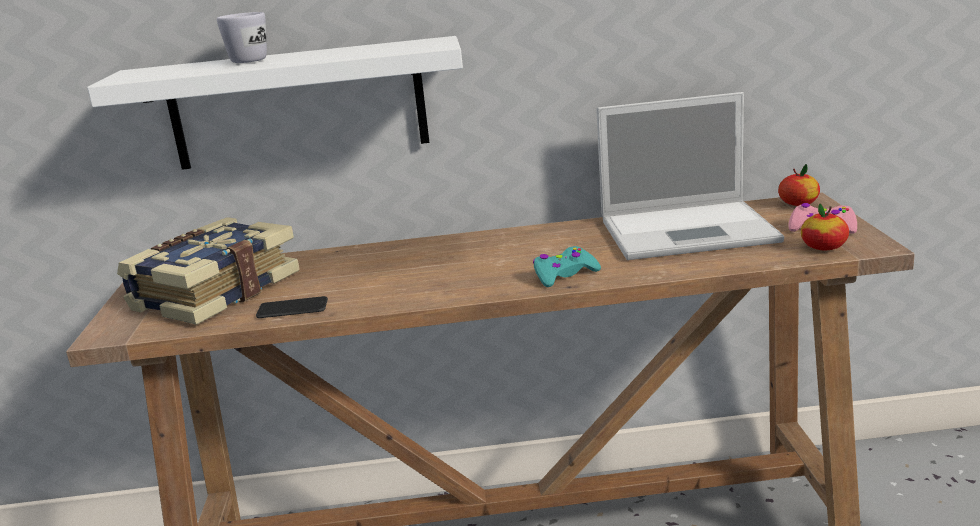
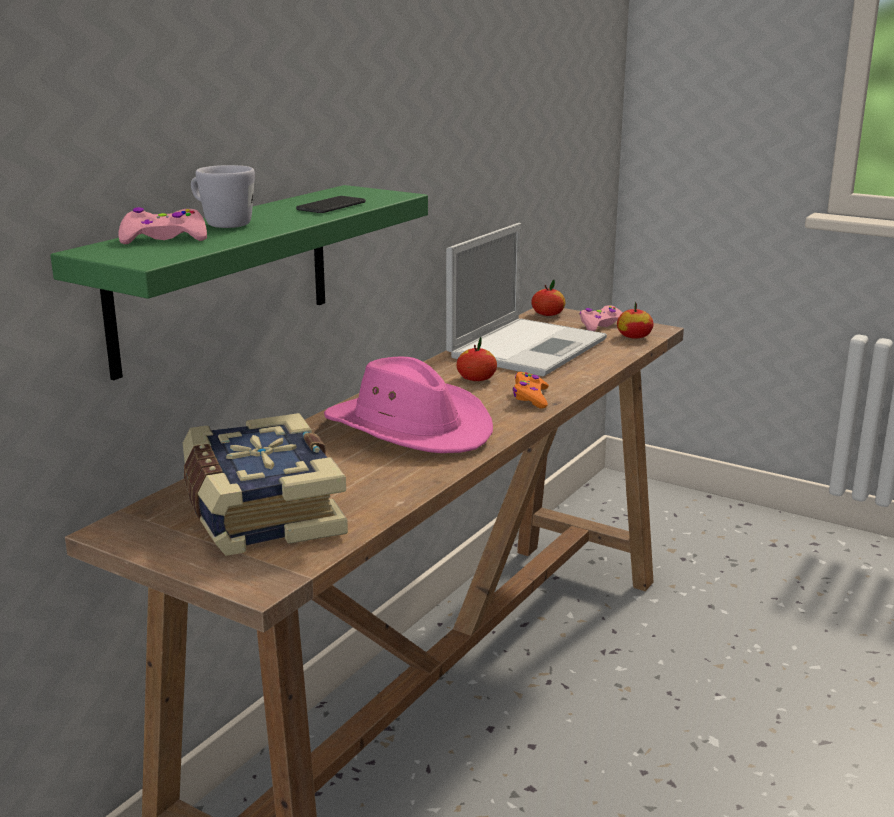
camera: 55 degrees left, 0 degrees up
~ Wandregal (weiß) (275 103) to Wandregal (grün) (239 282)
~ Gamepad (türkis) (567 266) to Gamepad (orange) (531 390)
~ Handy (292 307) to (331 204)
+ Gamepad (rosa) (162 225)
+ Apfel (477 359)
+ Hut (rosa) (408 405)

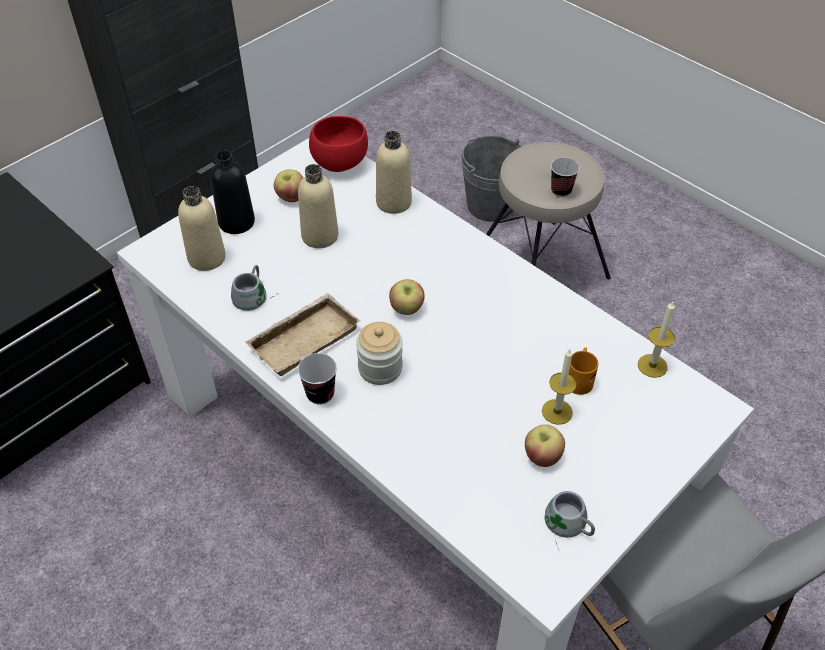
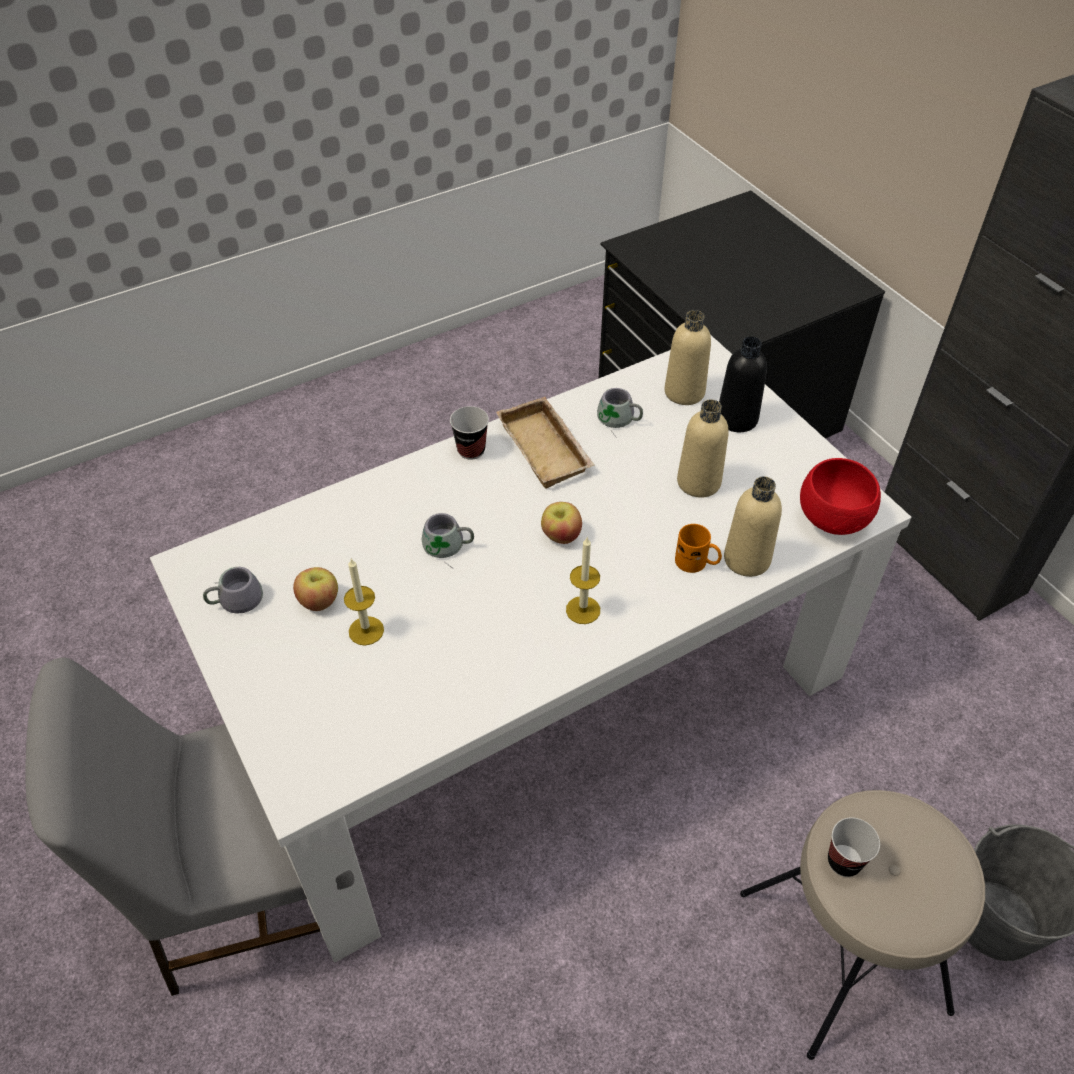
camera: 105 degrees right, 0 degrees up
- Apfel (288 186)
~ Kerze (656 340) to (583 581)
- Vorratsglas (379 353)
~ Henkelbecher (orange) (583 371) to (698 548)
+ Henkelbecher (grau) (448 541)

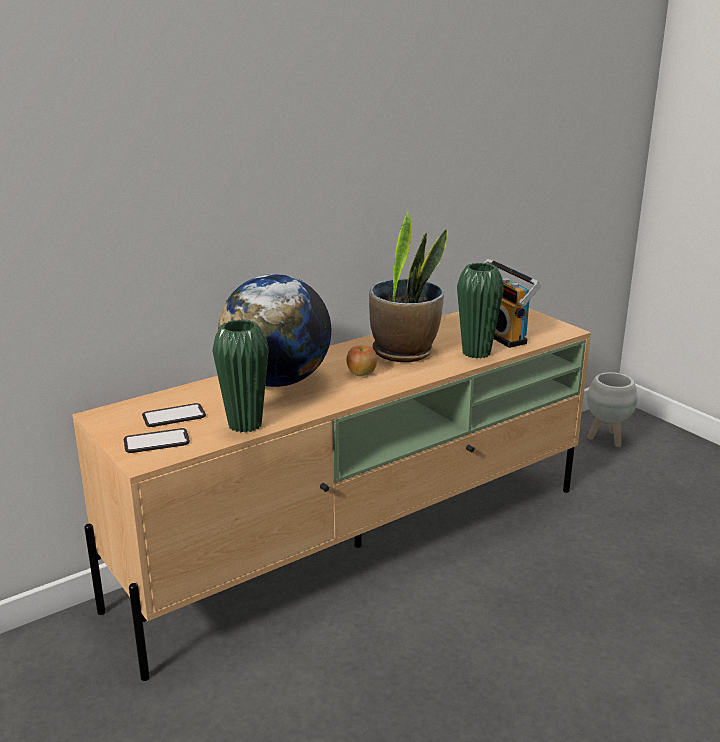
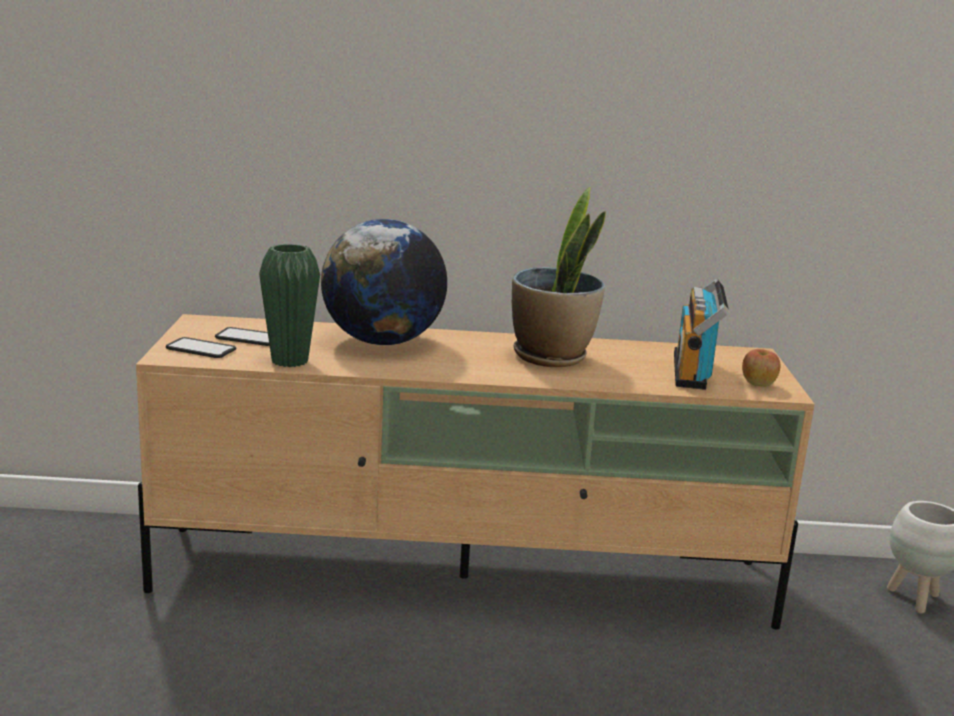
camera: 35 degrees right, 5 degrees down
- Vase (grün) (480 311)
~ Apfel (361 360) to (761 368)

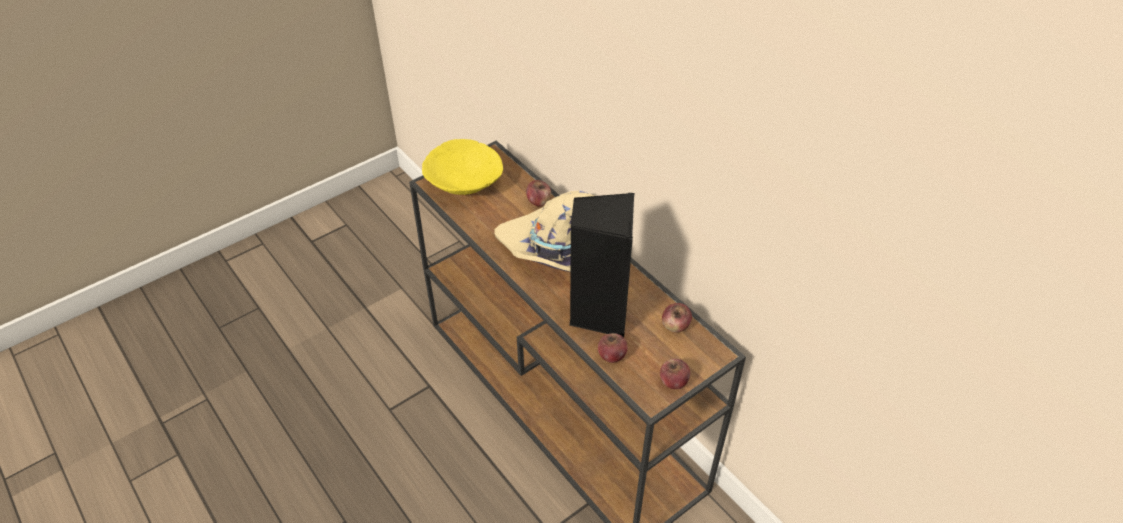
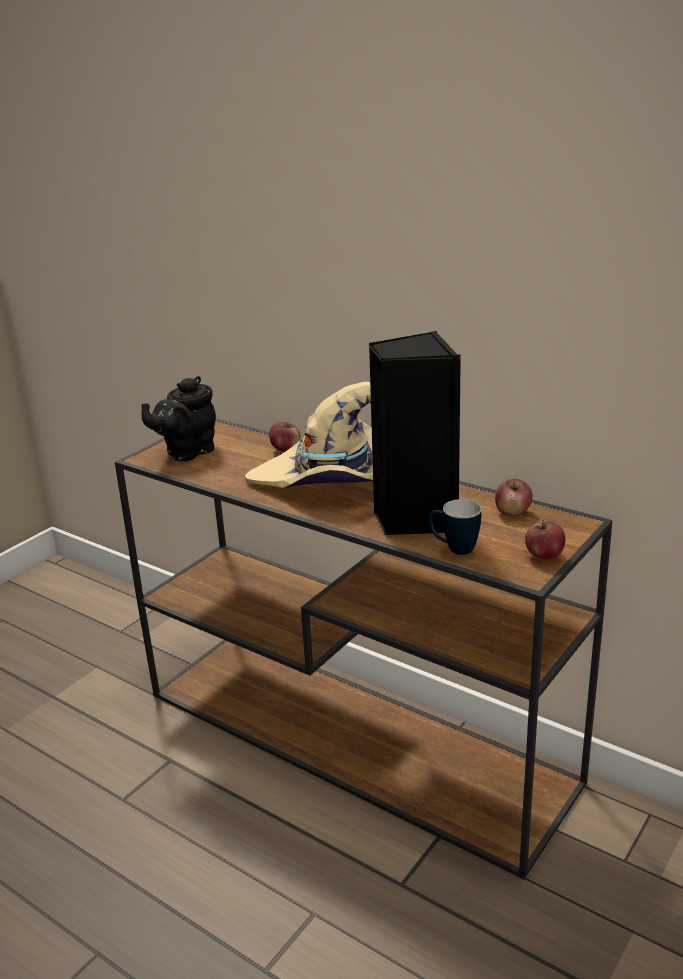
camera: 15 degrees left, 20 degrees down
~ Schüssel (gelb) (462 167) to Teekanne (schwarz) (179 418)
~ Apfel (613 348) to Henkelbecher (455 527)

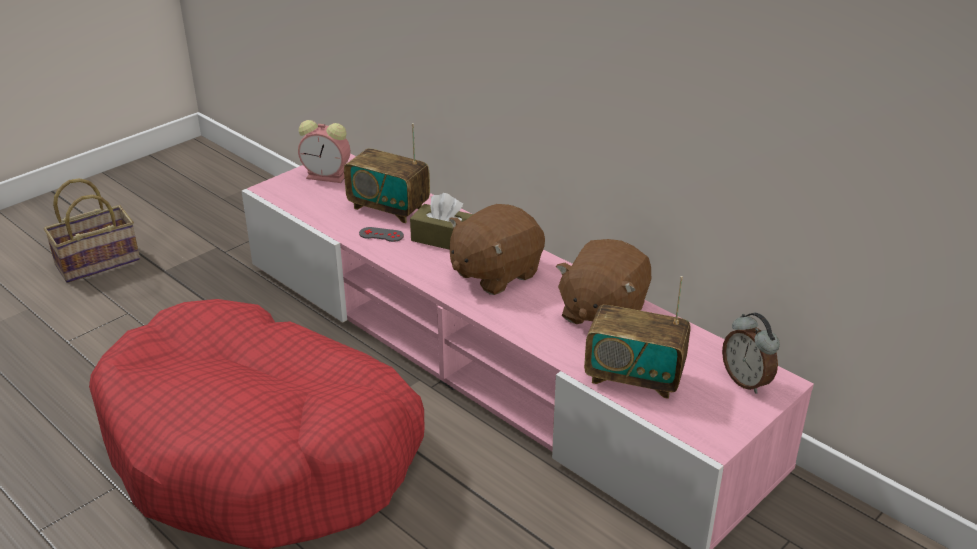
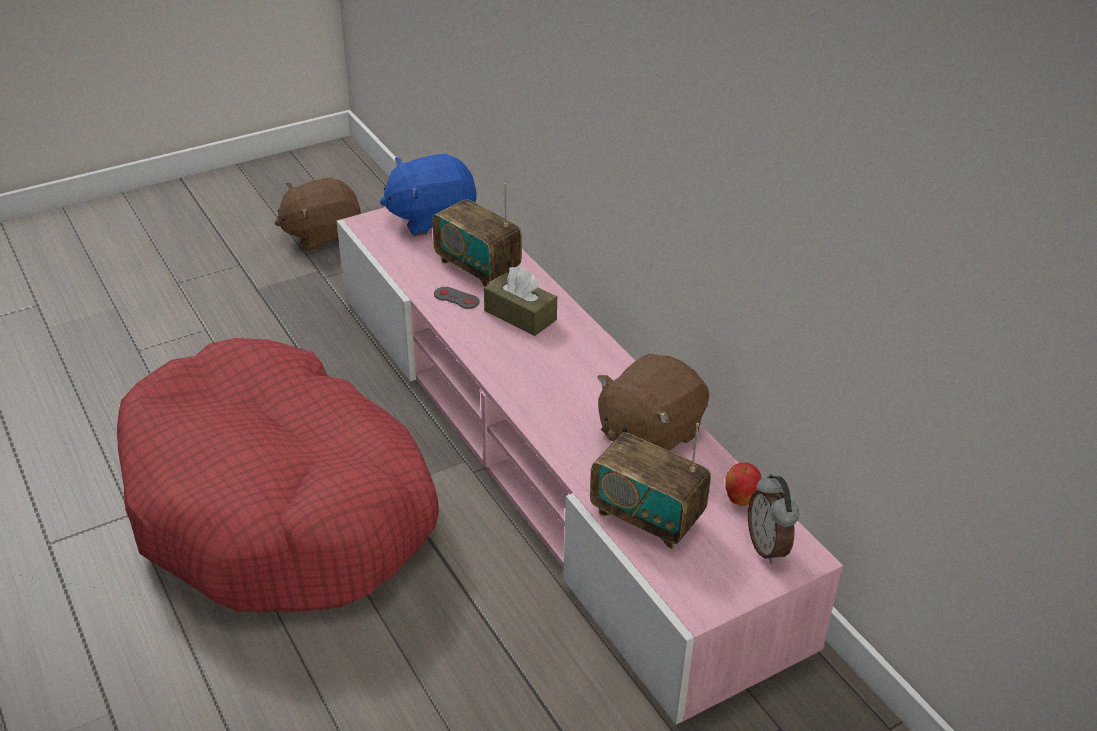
camera: 15 degrees right, 5 degrees up
~ Wecker (324 151) to Plüschtier (blau) (428 195)
- Korb (92 230)
~ Plüschtier (braun) (497 249) to (318 214)
+ Apfel (743 484)

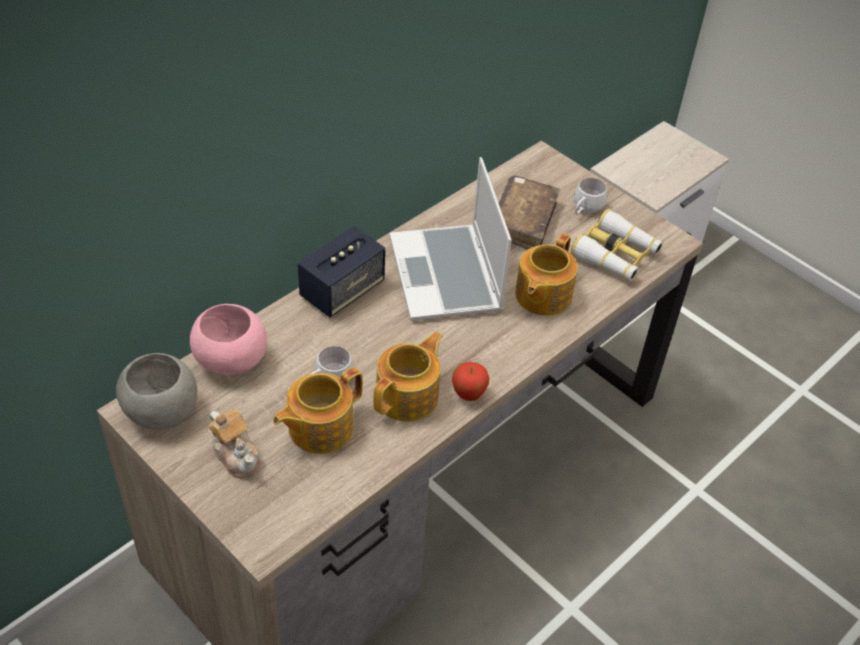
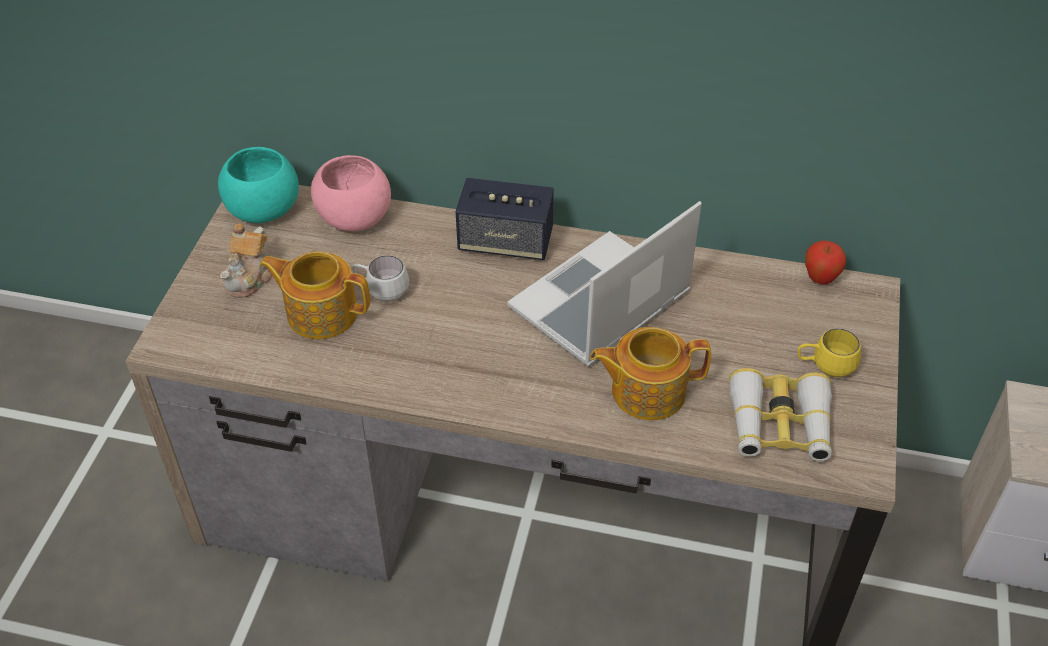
camera: 60 degrees right, 0 degrees up
- Buch (braun) (529 213)
~ Henkelbecher (weiß) (590 196) to Henkelbecher (gelb) (829 352)
- Teekanne (408 376)
~ Schüssel (grau) (156 391) to Schüssel (türkis) (258 185)
~ Apfel (470 381) to (825 262)

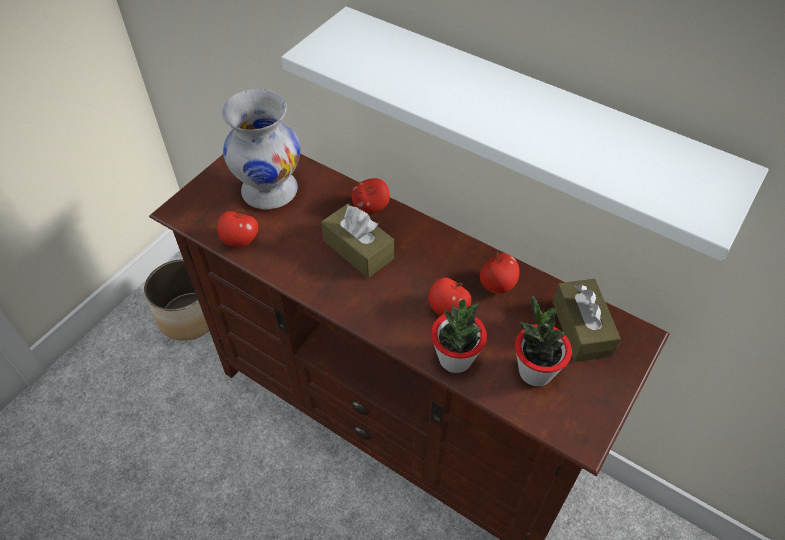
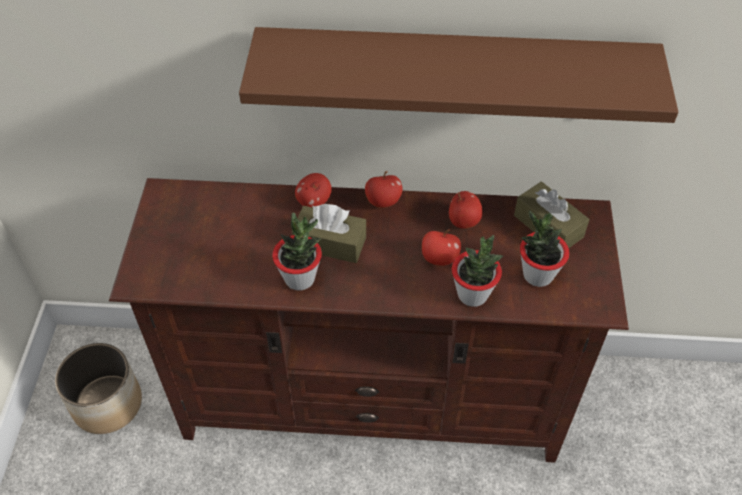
camera: 30 degrees left, 0 degrees up
~ Wandregal (weiß) (525 134) to Wandregal (braun) (458 75)
- Vase (weiß) (261 149)
~ Apfel (237 228) to (384 189)
+ Topfpflanze (297 251)

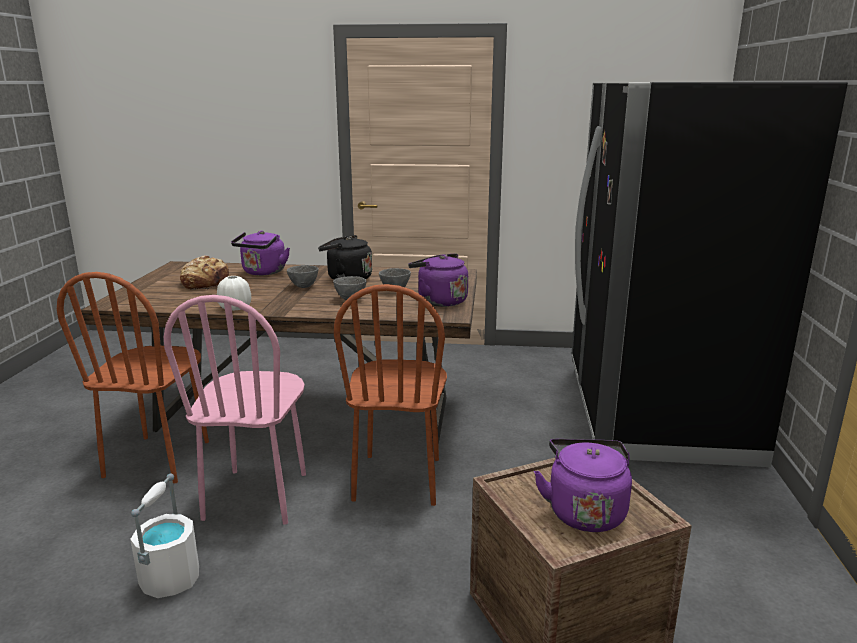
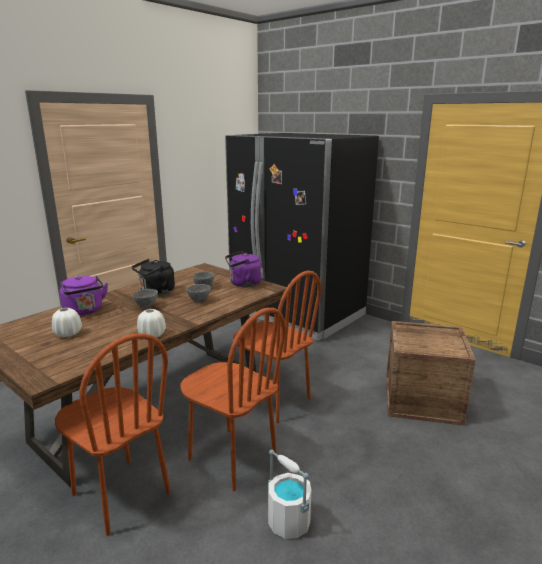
camera: 55 degrees left, 0 degrees up
~ Brot (204 272) to Vase (weiß) (67 322)
~ Stuhl (rosa) (235 409) to Stuhl (braun) (233 399)
- Wasserkessel (lila) (583 485)

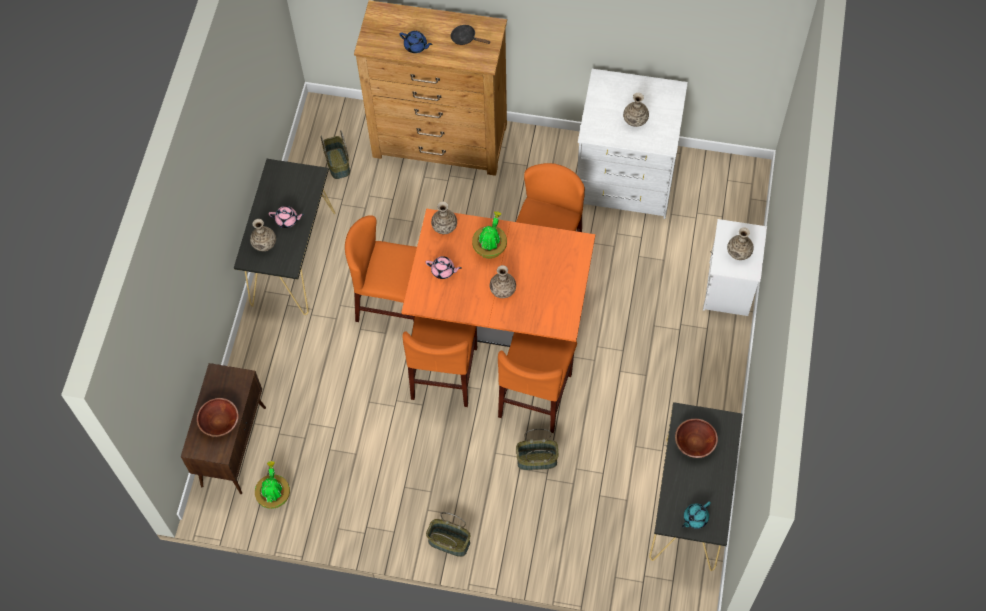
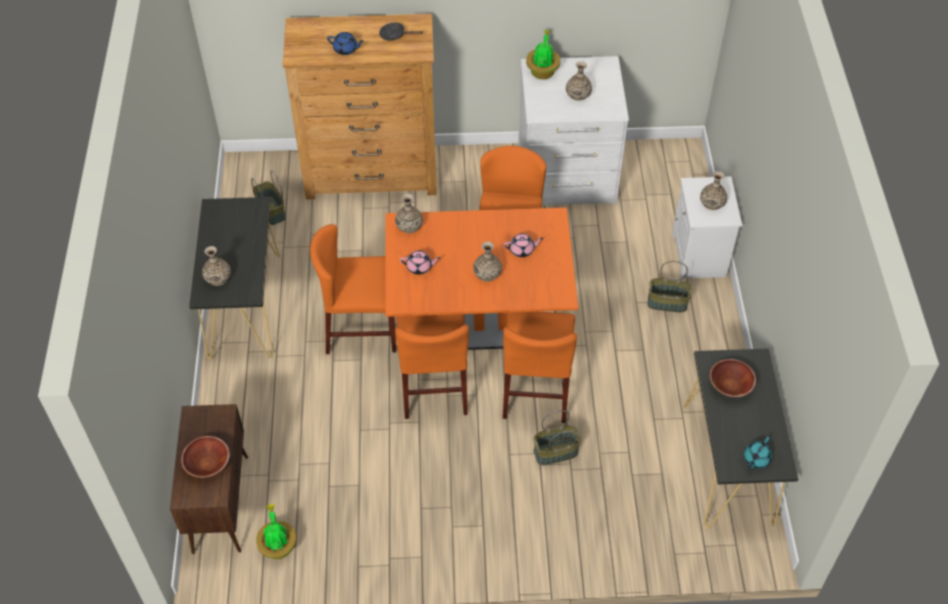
camera: 15 degrees left, 10 degrees down
~ Teekanne (rosa) (286 217) to (523 245)
~ Topfpflanze (489 235) to (543 54)
~ Korb (448 534) to (669 286)

